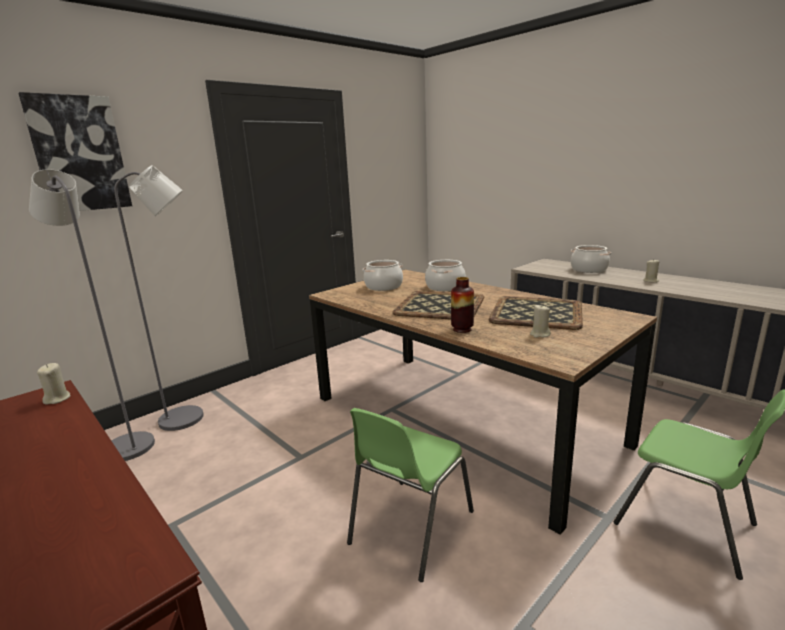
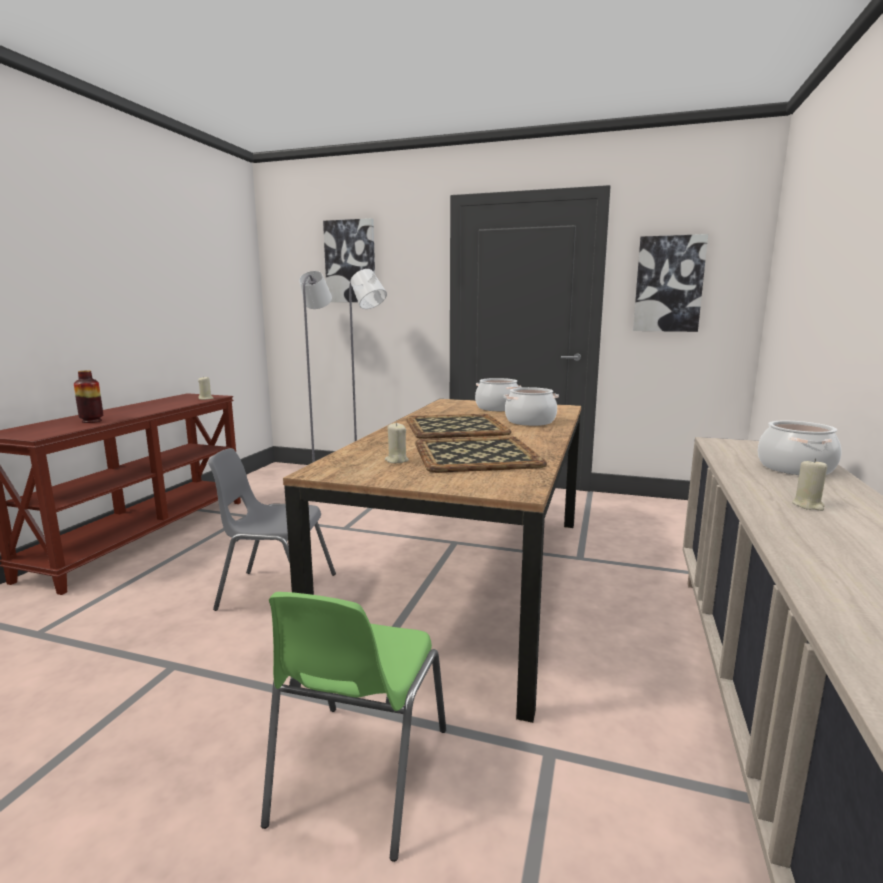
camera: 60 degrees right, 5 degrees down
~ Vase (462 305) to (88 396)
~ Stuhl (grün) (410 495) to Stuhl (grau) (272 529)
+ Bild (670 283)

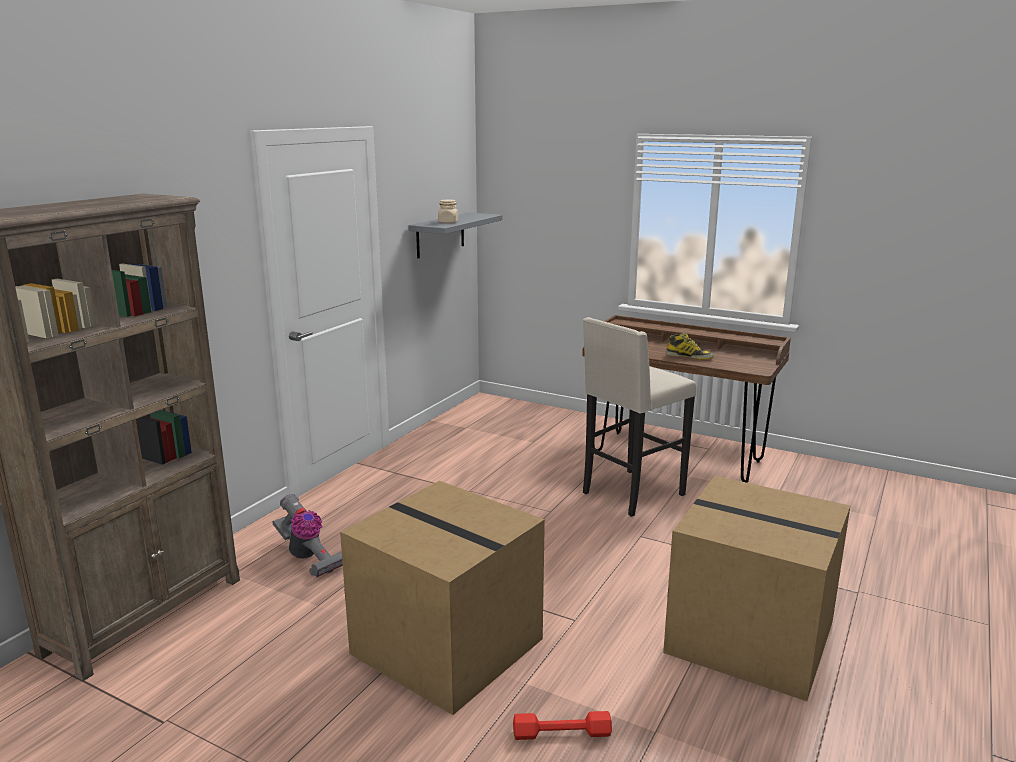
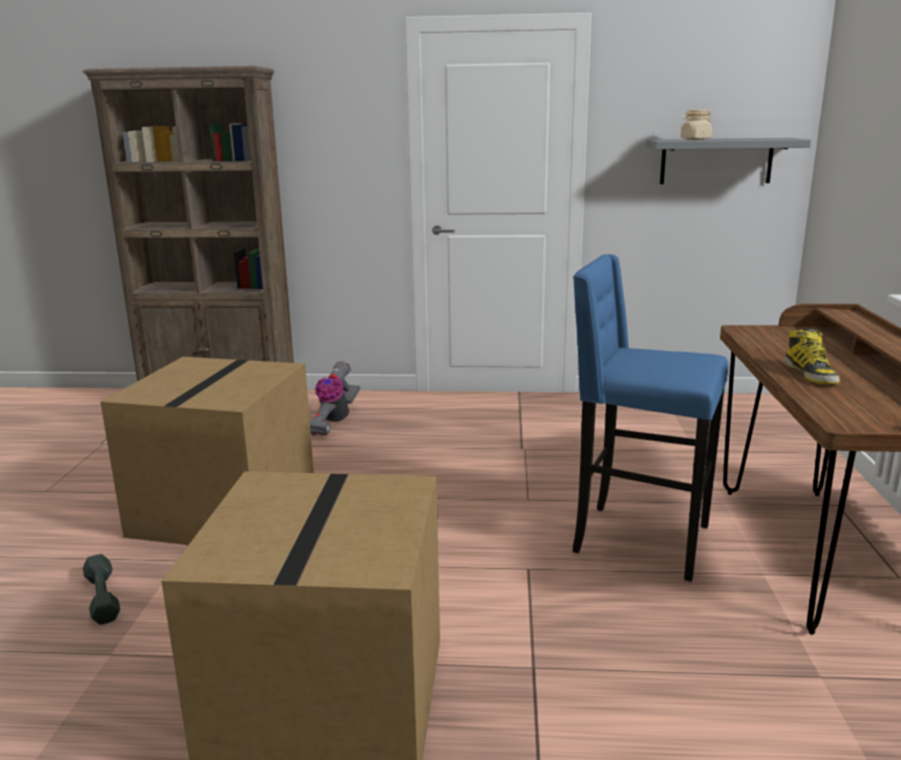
camera: 65 degrees right, 0 degrees up
~ Hocker (beige) (639 417) to Hocker (blau) (650 417)
~ Hantel (rot) (562 725) to Hantel (grau) (101 589)

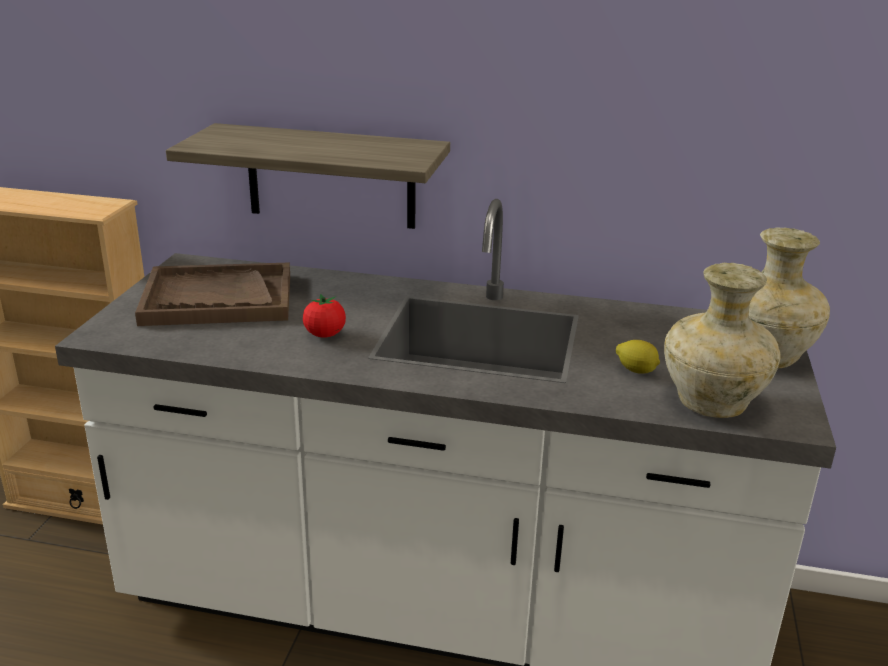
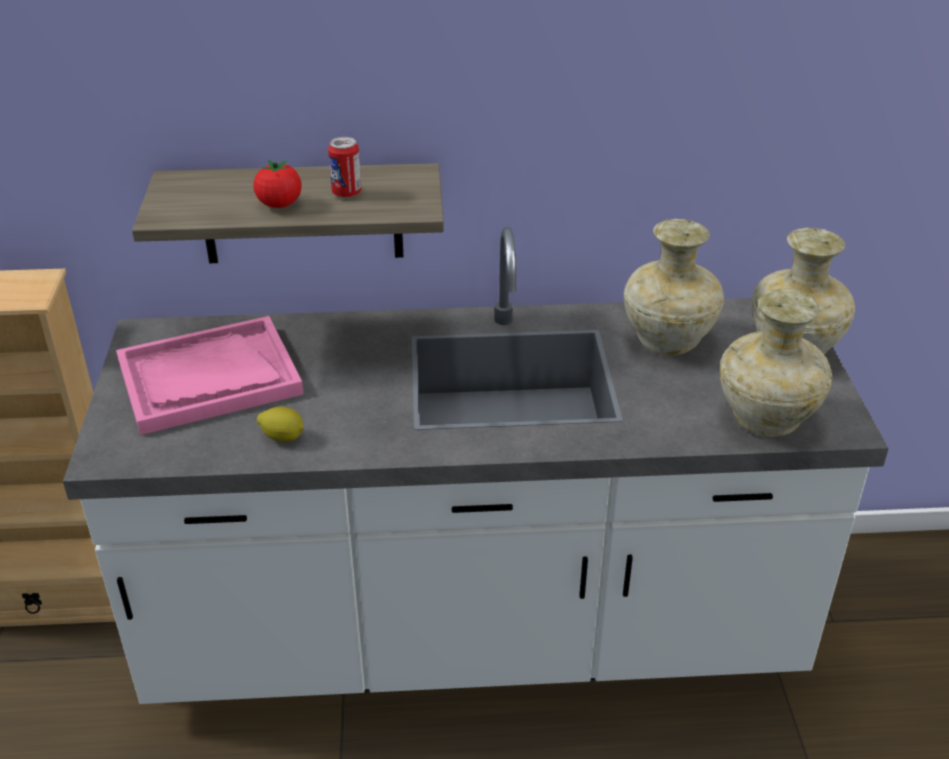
camera: 15 degrees left, 10 degrees up
~ Tablett (braun) (212 294) to Tablett (rosa) (210 375)
~ Tomate (324 316) to (277 184)
~ Zitrone (638 357) to (280 424)
+ Dose (344 167)
+ Vase (beige) (674 287)

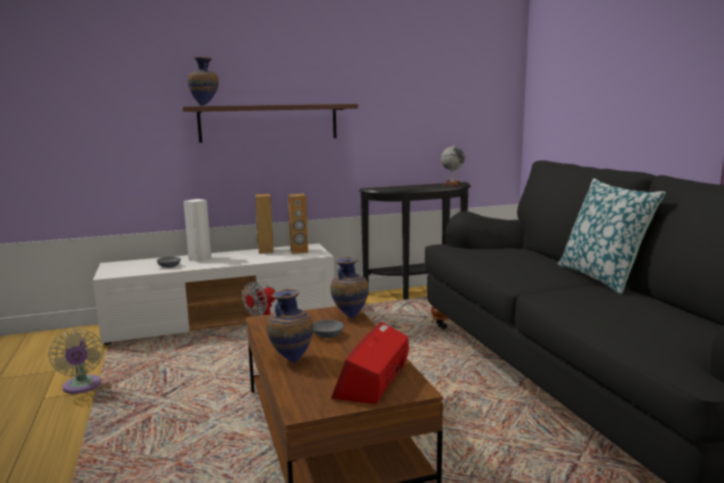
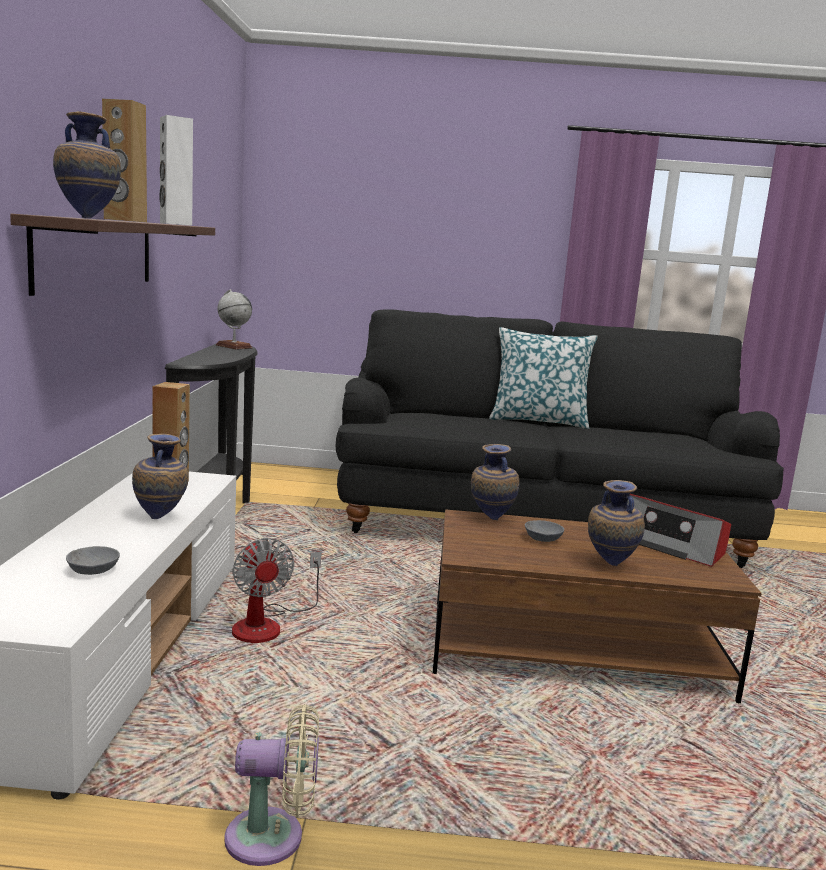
camera: 70 degrees left, 0 degrees up
~ Lautsprecher (braun) (264 224) to (124 160)
~ Lautsprecher (weiß) (197 230) to (176 170)
+ Vase (160 476)

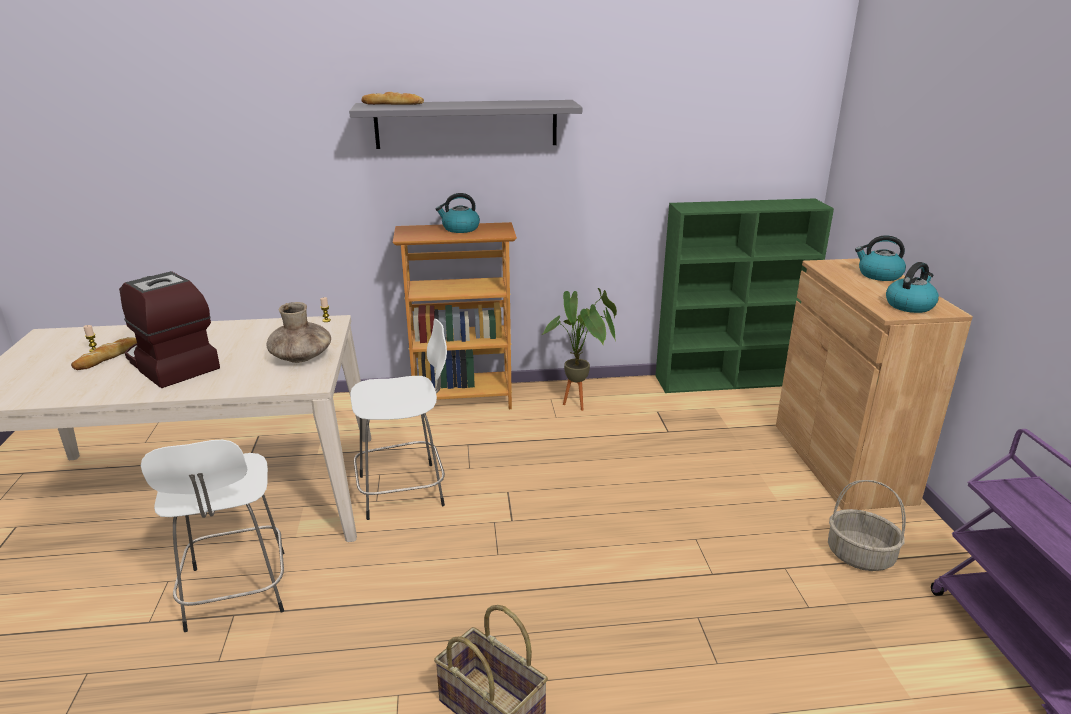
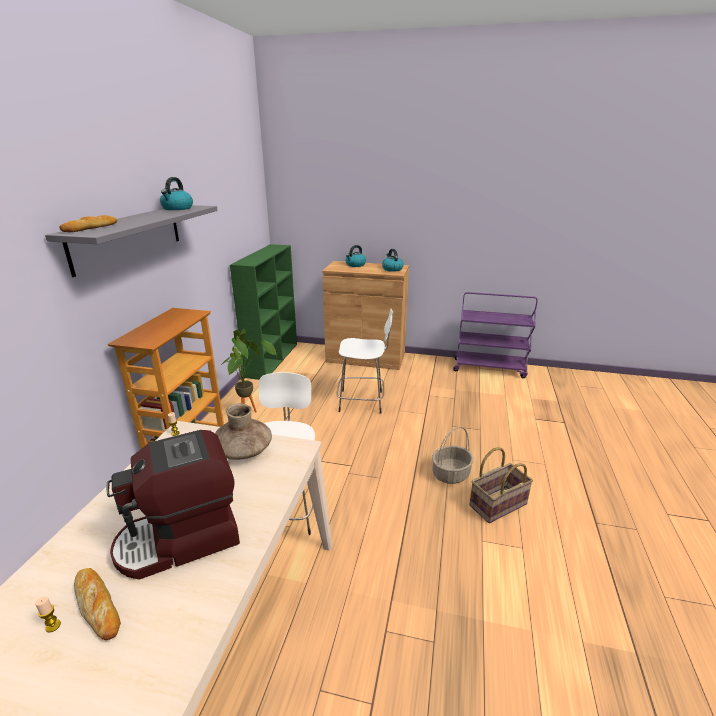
camera: 70 degrees left, 0 degrees up
~ Wasserkessel (458 213) to (176 193)
~ Hocker (weiß) (212 536) to (364 361)
~ Korb (867 525) to (453 455)

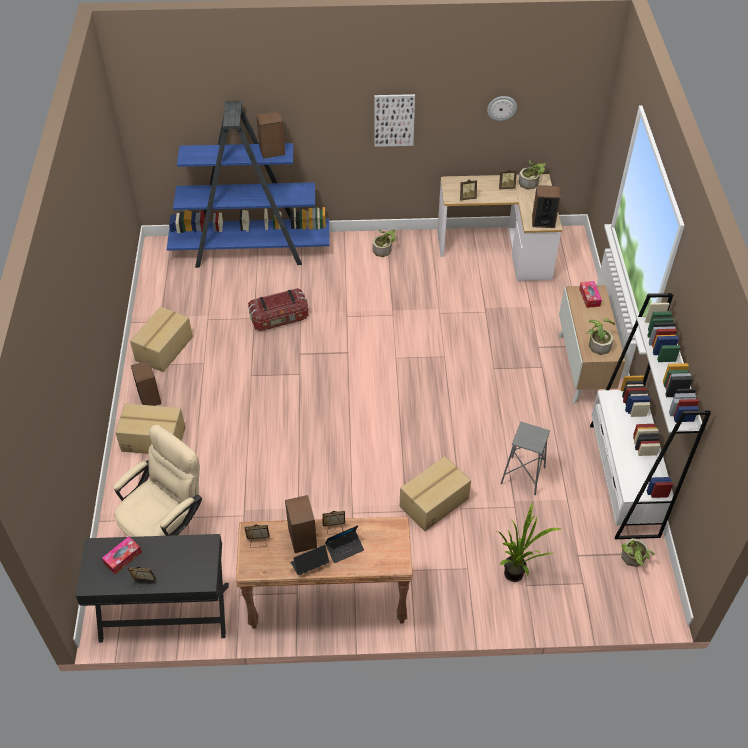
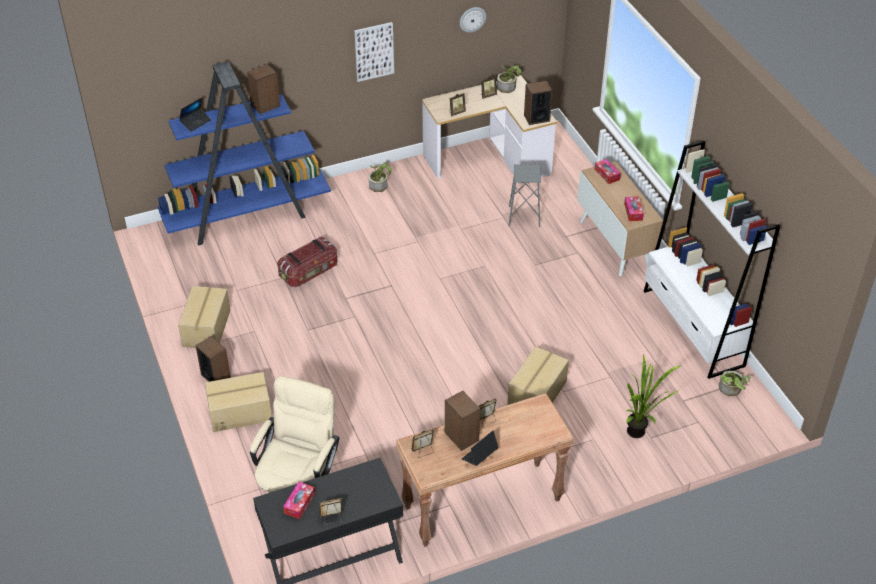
camera: 20 degrees left, 5 degrees down
~ Topfpflanze (600 337) to Taschentuchbox (634 208)
~ Hocker (grau) (525 458) to (524 195)
~ Laptop (344 544) to (195 115)

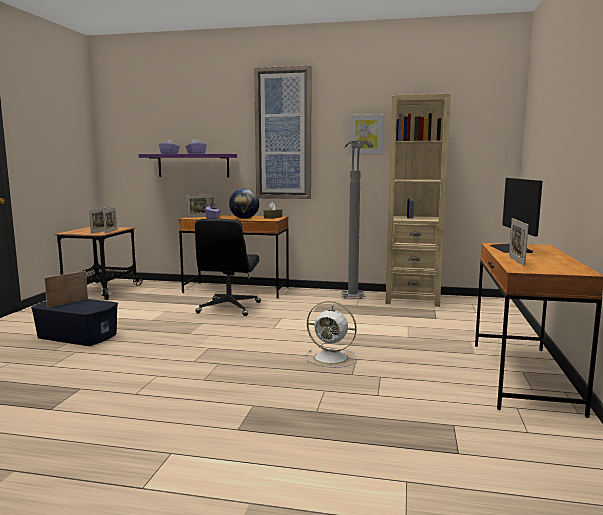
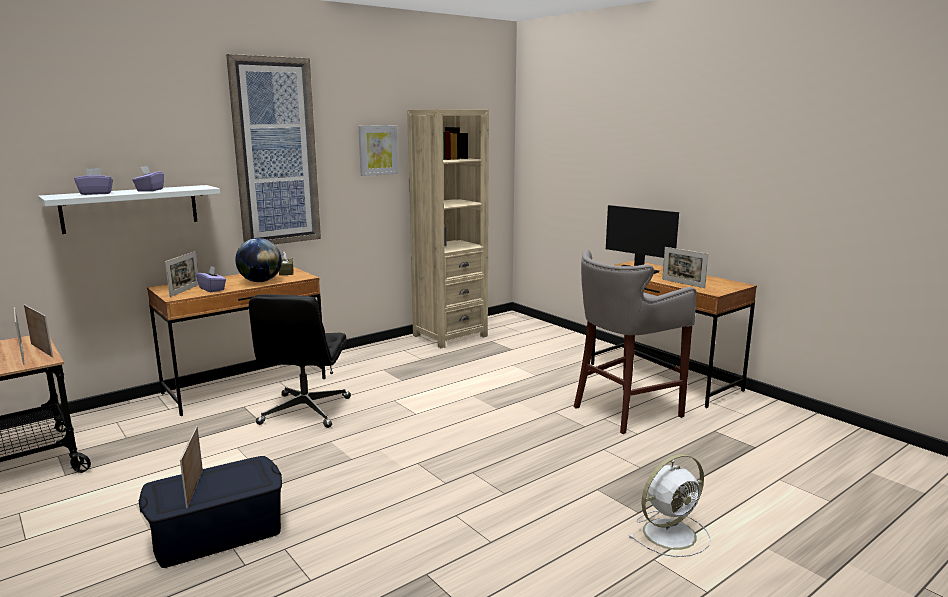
camera: 50 degrees left, 5 degrees up
- Stehlampe (grau) (357 220)
~ Wandregal (lila) (188 165) to Wandregal (weiß) (129 209)
~ Bürostuhl (schwarz) (228 267) = (300 361) 45 degrees clockwise
~ Ventilator (weiß) (332 334) to (670 505)
+ Hocker (grau) (635 341)

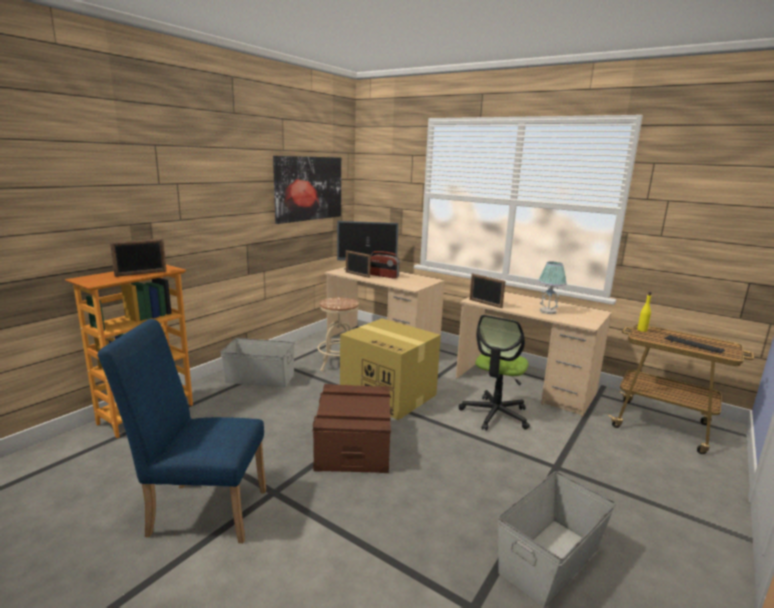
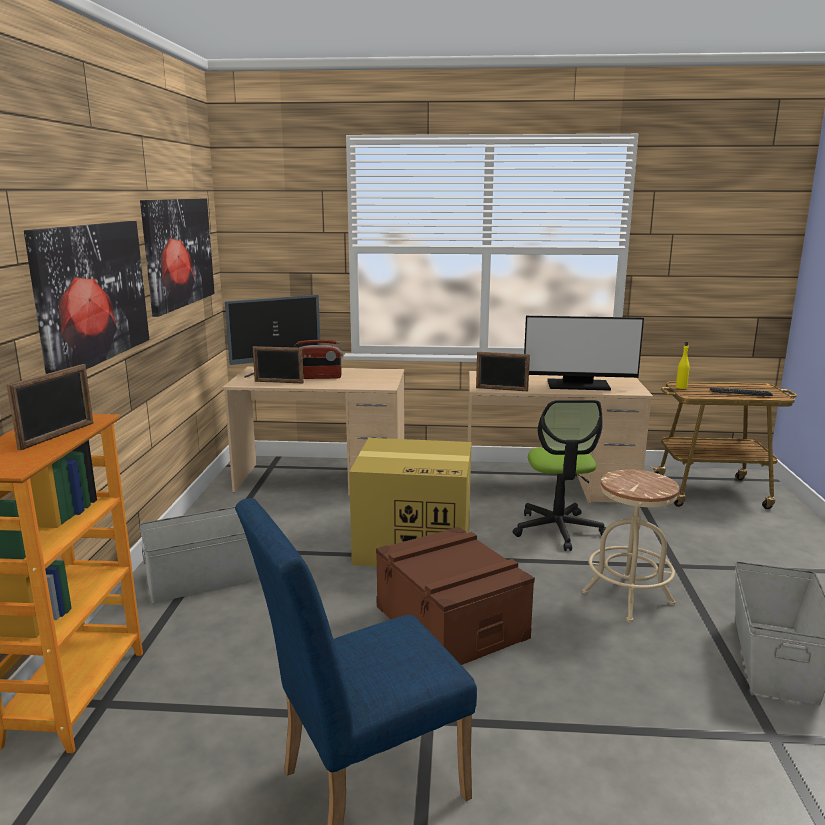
camera: 30 degrees left, 0 degrees up
~ Tischlampe (552 288) to Monitor (584 353)
~ Hocker (beige) (338 334) to (630 545)
+ Bild (86 297)

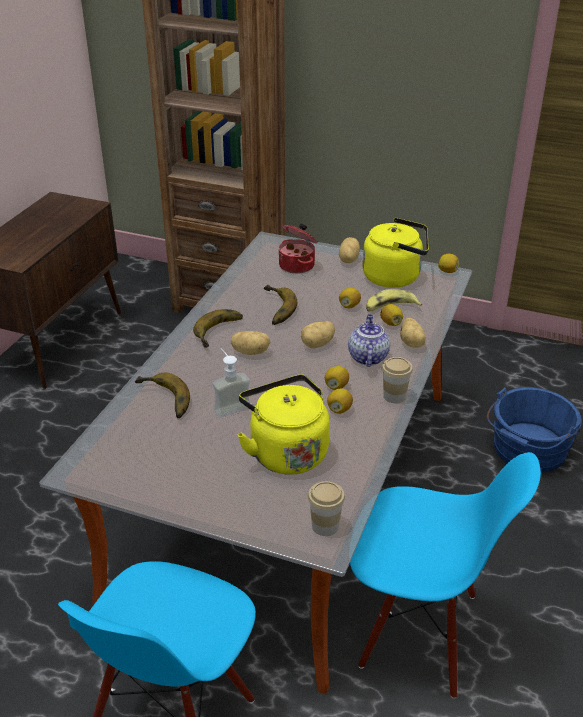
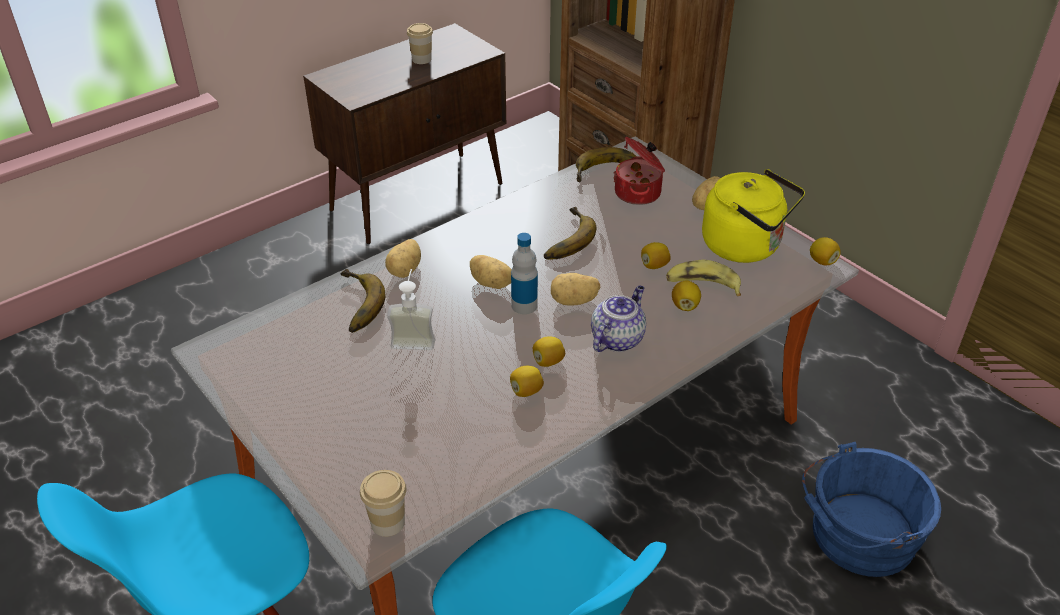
camera: 30 degrees right, 5 degrees up
~ Banane (218 328) to (606 164)
~ Kartoffel (413 333) to (403 258)
~ Tasse (397 380) to (420 43)
- Wasserkessel (gelb) (283 425)
+ Flasche (524 273)

